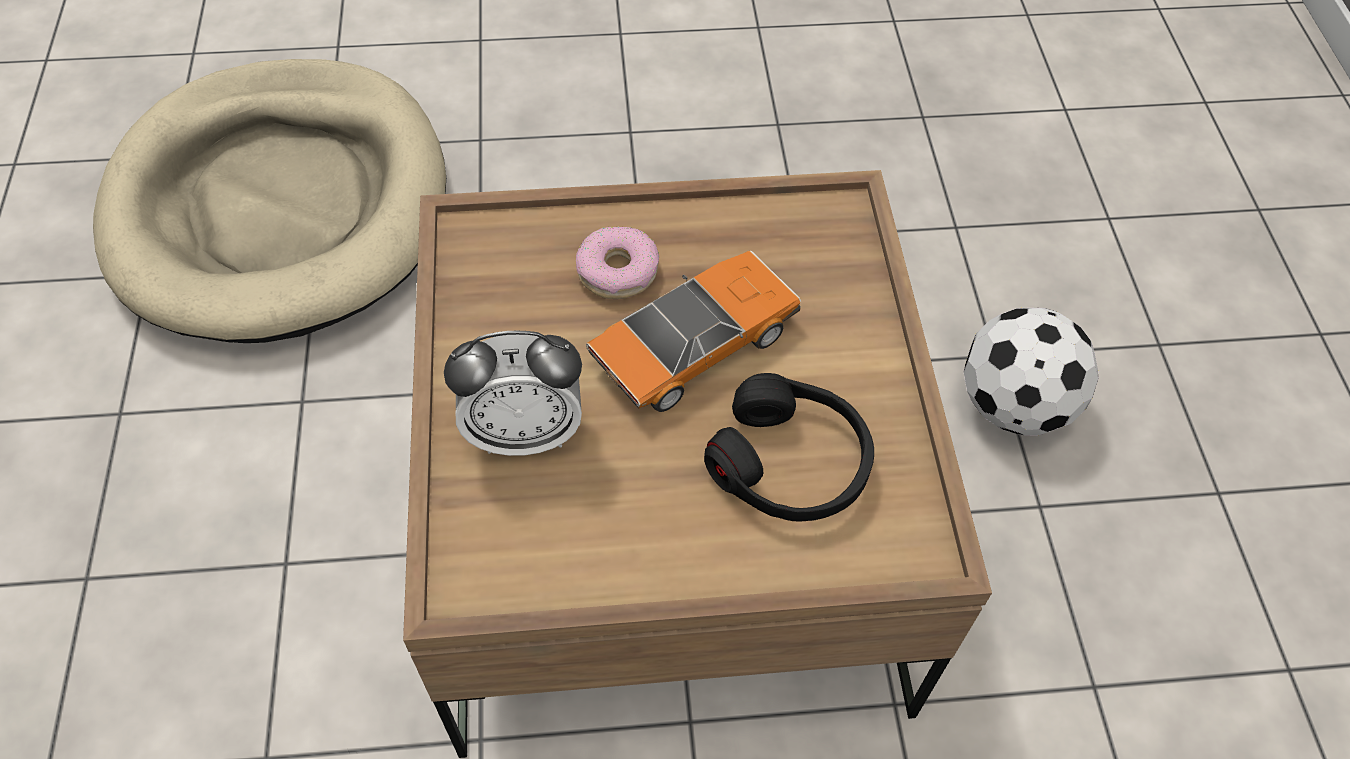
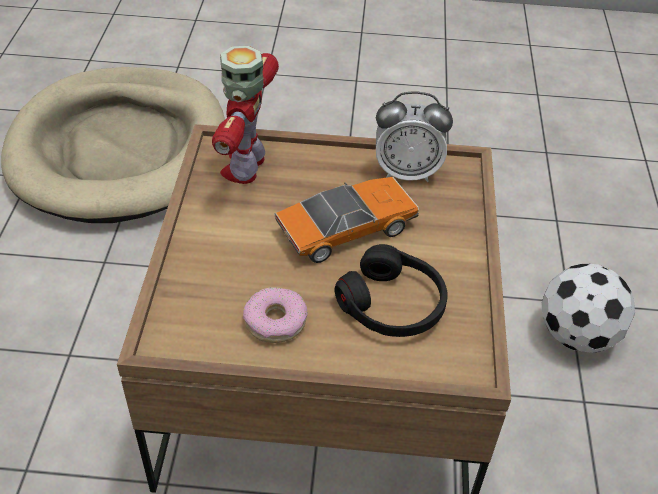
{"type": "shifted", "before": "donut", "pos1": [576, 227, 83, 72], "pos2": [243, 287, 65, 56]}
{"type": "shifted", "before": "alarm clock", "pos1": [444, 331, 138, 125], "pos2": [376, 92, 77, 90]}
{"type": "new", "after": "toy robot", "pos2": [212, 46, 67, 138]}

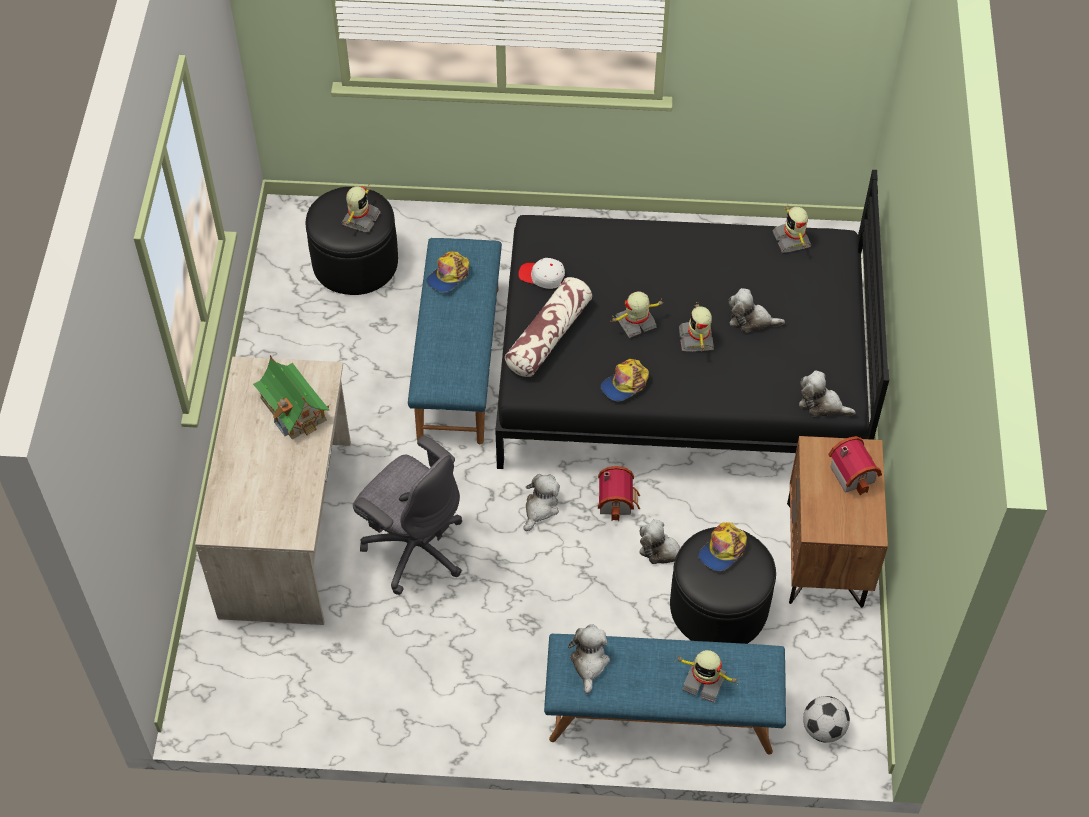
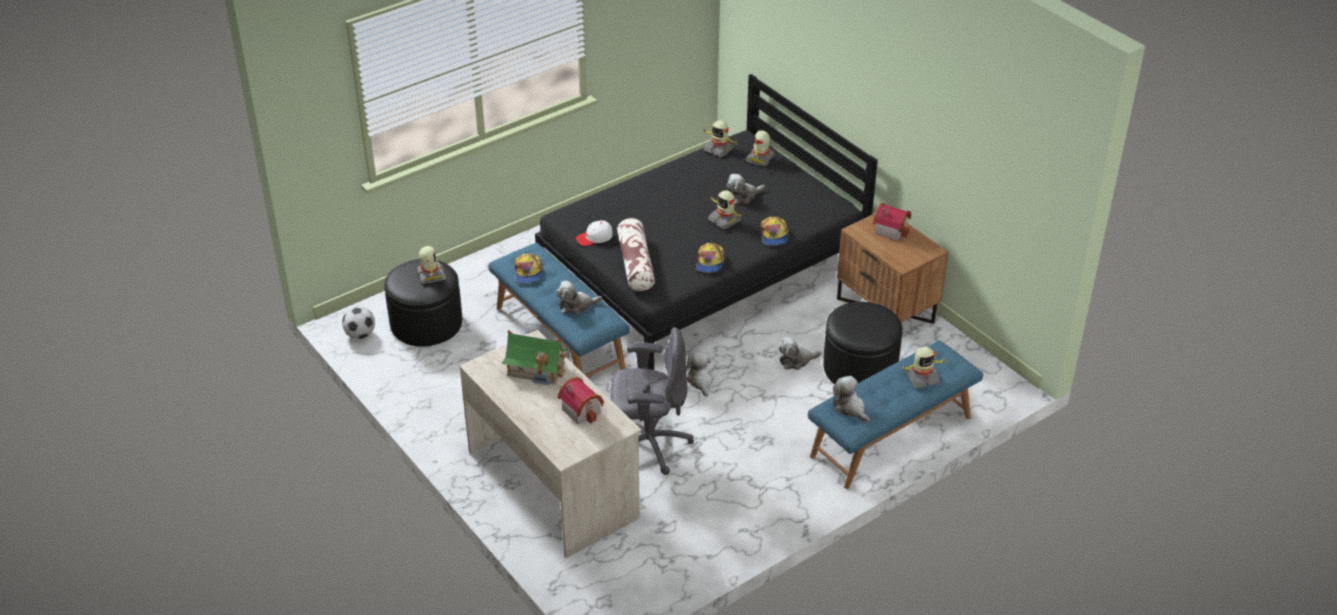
{"type": "shifted", "before": "toy robot", "pos1": [610, 291, 54, 47], "pos2": [745, 131, 29, 35]}
{"type": "shifted", "before": "plush toy", "pos1": [799, 370, 56, 47], "pos2": [556, 281, 46, 34]}
{"type": "shifted", "before": "toy house", "pos1": [598, 466, 42, 55], "pos2": [558, 377, 46, 48]}
{"type": "shifted", "before": "cap", "pos1": [698, 522, 49, 49], "pos2": [760, 217, 29, 29]}
{"type": "shifted", "before": "football", "pos1": [803, 696, 47, 47], "pos2": [342, 307, 33, 32]}

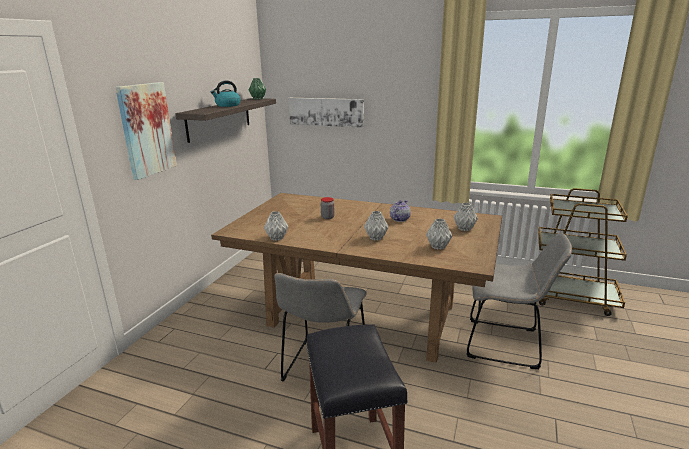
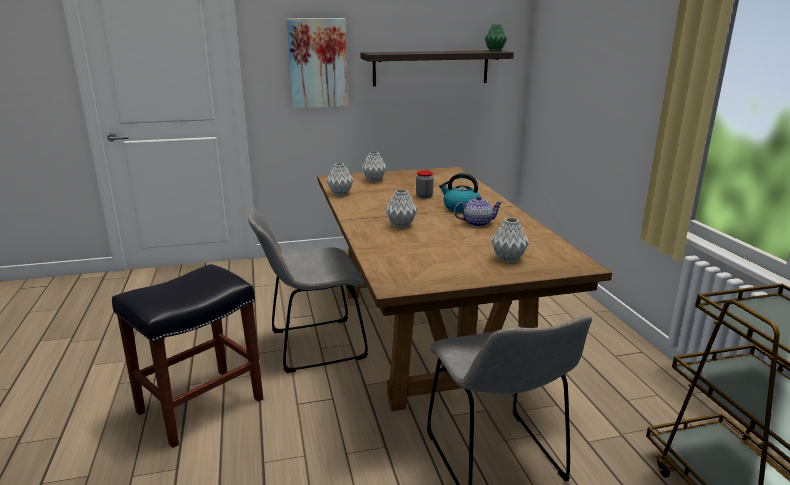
{"type": "shifted", "before": "kettle", "pos1": [211, 81, 30, 26], "pos2": [439, 173, 41, 40]}
{"type": "gone", "before": "picture", "pos1": [289, 98, 75, 30]}
{"type": "shifted", "before": "grey vase", "pos1": [426, 218, 26, 31], "pos2": [362, 152, 25, 30]}

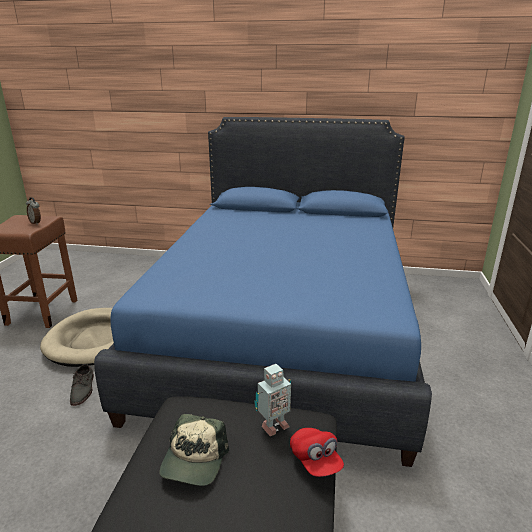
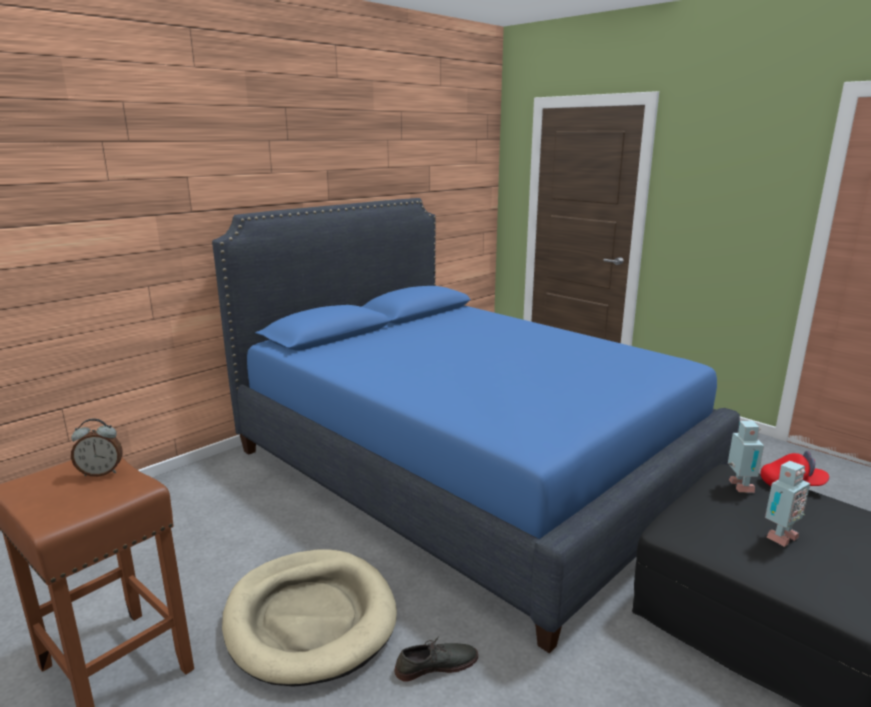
{"type": "rotated", "before": "grey shoe", "pos1": [70, 364, 24, 42], "pos2": [394, 636, 84, 46], "turn": -45}
{"type": "swapped", "before": "cap", "after": "toy robot", "pos1": [159, 414, 70, 72], "pos2": [765, 461, 45, 86]}

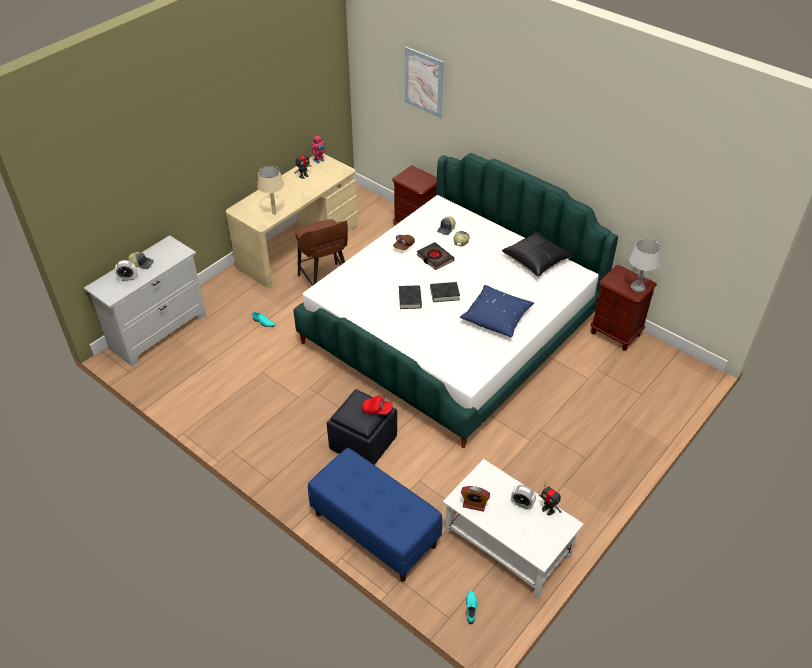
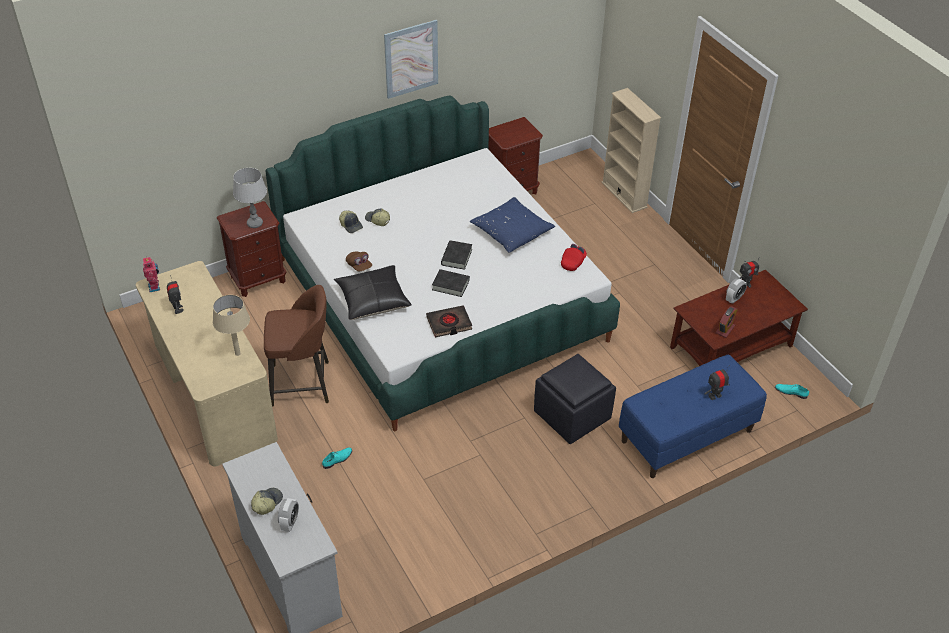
{"type": "shifted", "before": "picture", "pos1": [405, 47, 39, 71], "pos2": [384, 20, 54, 79]}
{"type": "shifted", "before": "black pillow", "pos1": [502, 231, 71, 46], "pos2": [334, 265, 77, 55]}
{"type": "shifted", "before": "grey table lamp", "pos1": [629, 239, 32, 53], "pos2": [233, 168, 34, 60]}
{"type": "shifted", "before": "black book", "pos1": [417, 242, 37, 28], "pos2": [426, 305, 46, 32]}
{"type": "shifted", "before": "red cap", "pos1": [362, 395, 31, 20], "pos2": [561, 244, 26, 27]}
{"type": "repainted", "before": "white coffee table", "after": "brown coffee table", "pos1": [443, 459, 141, 140], "pos2": [670, 270, 138, 96]}
{"type": "new", "after": "beige bookcase", "pos2": [601, 88, 60, 125]}
{"type": "new", "after": "toy robot", "pos2": [704, 365, 26, 35]}

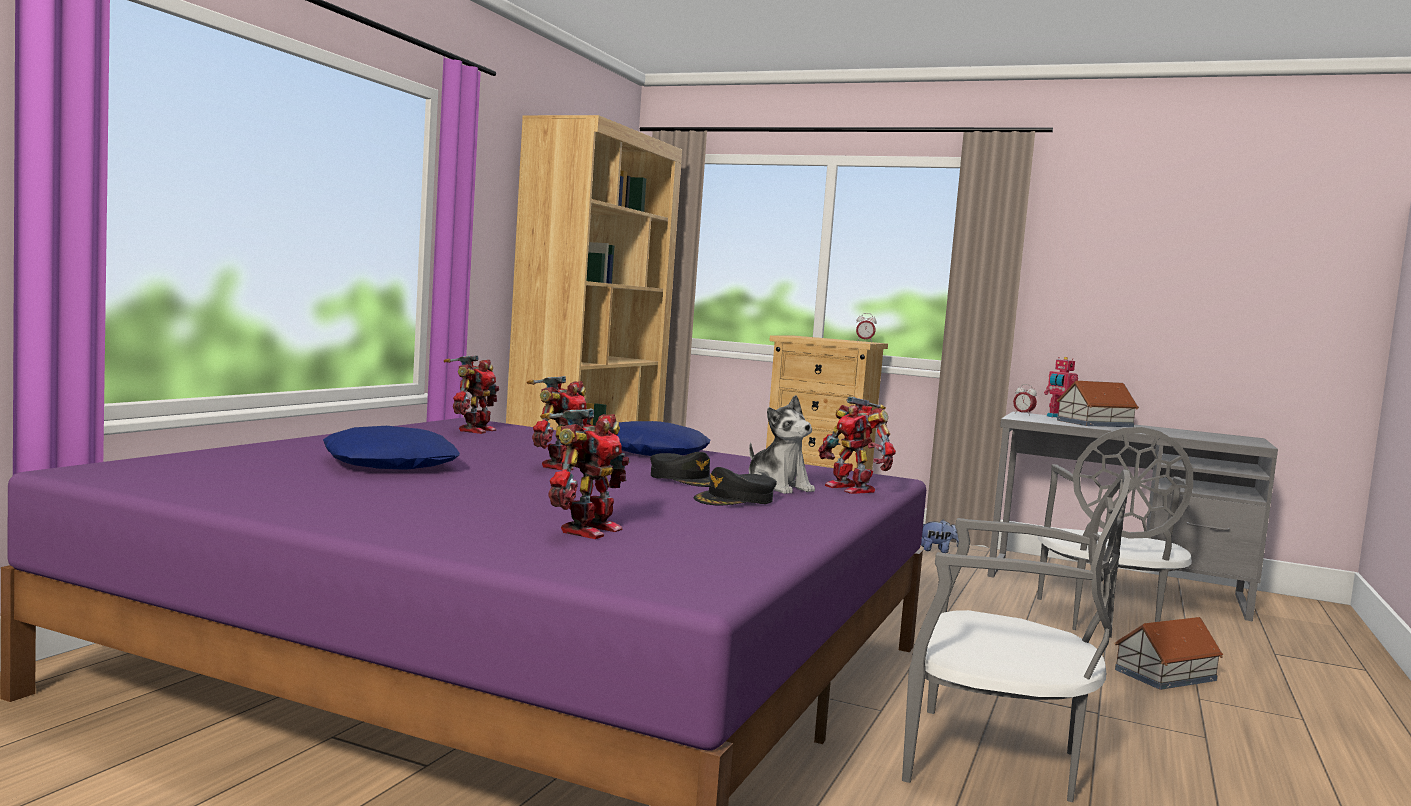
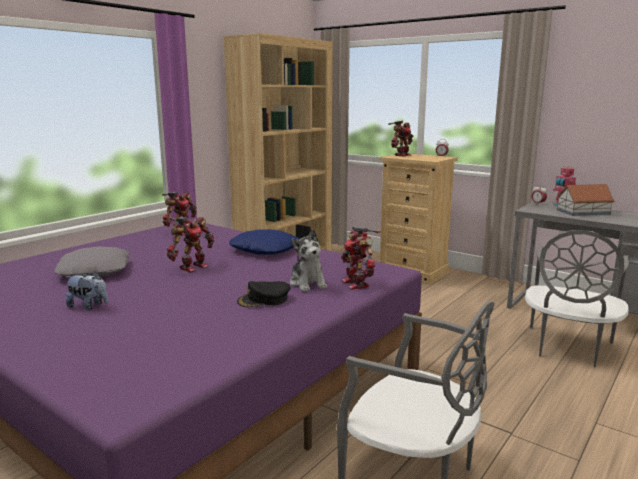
{"type": "shifted", "before": "toy robot", "pos1": [540, 408, 90, 131], "pos2": [388, 121, 26, 36]}
{"type": "repainted", "before": "blue pillow", "after": "grey pillow", "pos1": [323, 426, 137, 44], "pos2": [54, 247, 75, 30]}
{"type": "gone", "before": "black cap", "pos1": [650, 452, 61, 35]}
{"type": "shifted", "before": "plush toy", "pos1": [921, 520, 38, 33], "pos2": [65, 271, 43, 39]}
{"type": "gone", "before": "toy house", "pos1": [1114, 617, 110, 73]}

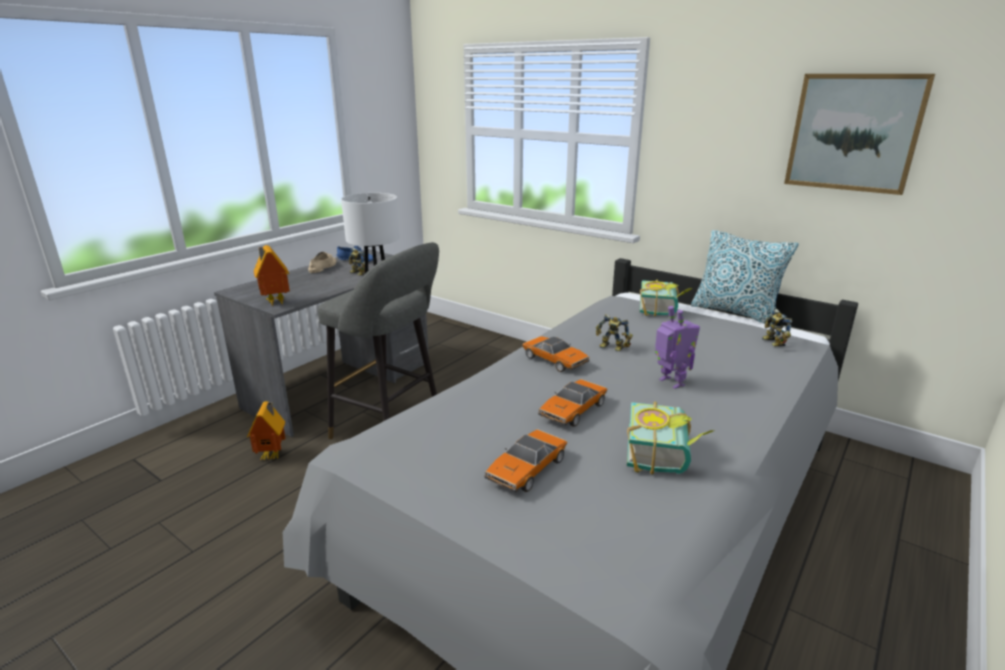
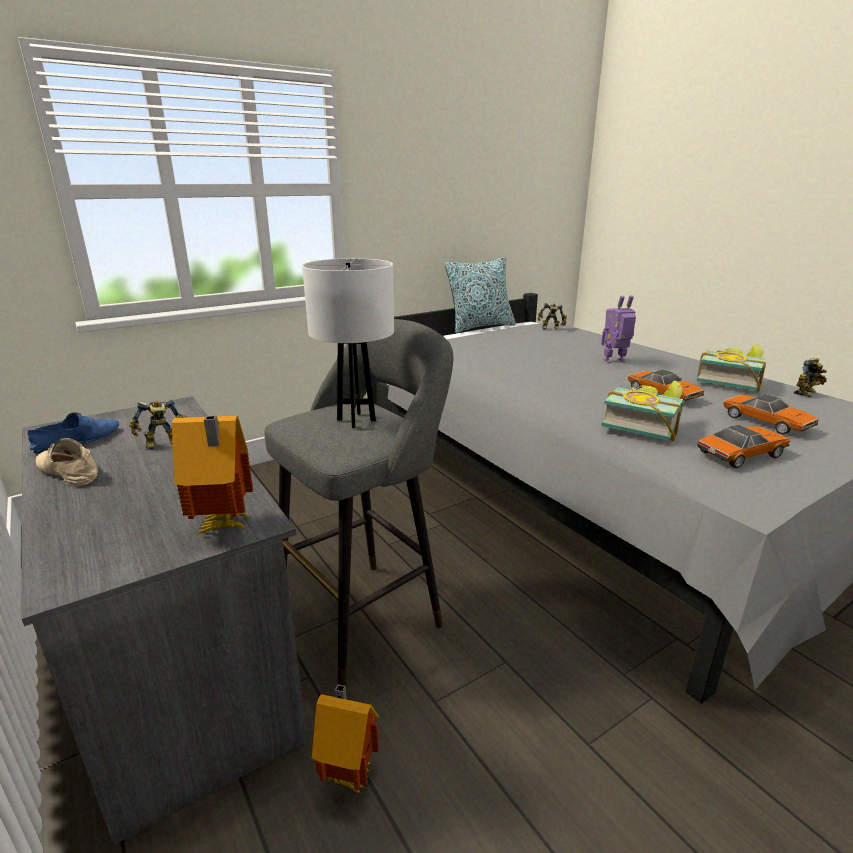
{"type": "gone", "before": "picture", "pos1": [784, 74, 151, 121]}
{"type": "shifted", "before": "book", "pos1": [640, 280, 53, 36], "pos2": [601, 381, 82, 60]}
{"type": "shifted", "before": "toy robot", "pos1": [596, 314, 37, 37], "pos2": [794, 358, 33, 39]}
{"type": "shifted", "before": "toy car", "pos1": [522, 336, 68, 36], "pos2": [697, 425, 94, 43]}

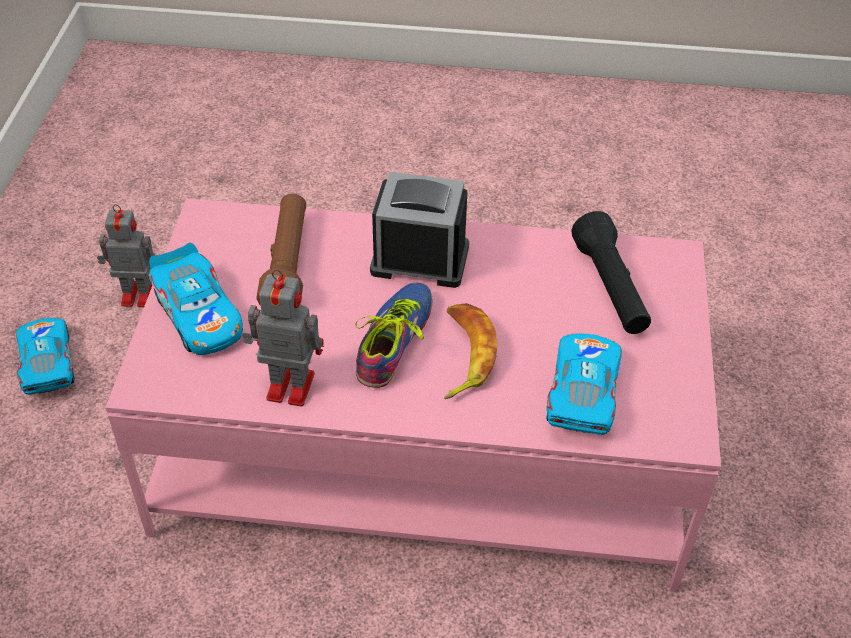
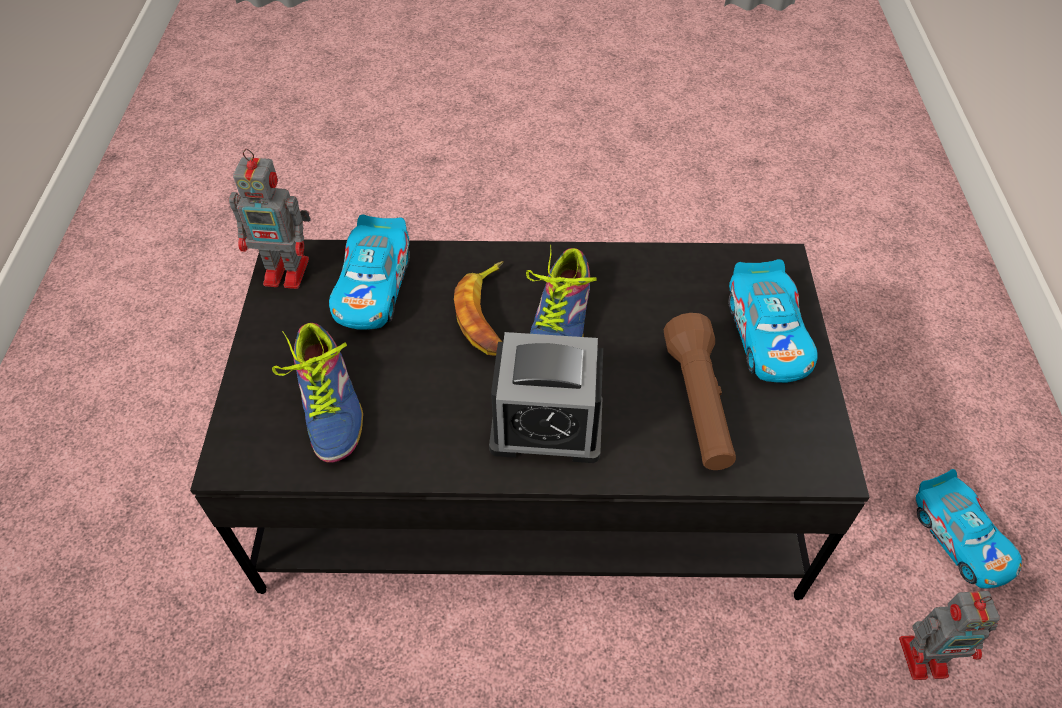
{"type": "repainted", "before": "pink coffee table", "after": "black coffee table", "pos1": [105, 198, 616, 394], "pos2": [190, 240, 680, 360]}
{"type": "swapped", "before": "black flashlight", "after": "shoe", "pos1": [571, 211, 80, 123], "pos2": [272, 323, 91, 140]}
{"type": "rotated", "before": "toy car", "pos1": [149, 243, 94, 112], "pos2": [729, 259, 89, 124], "turn": -150}
{"type": "shifted", "before": "toy robot", "pos1": [242, 269, 82, 137], "pos2": [229, 149, 82, 140]}

